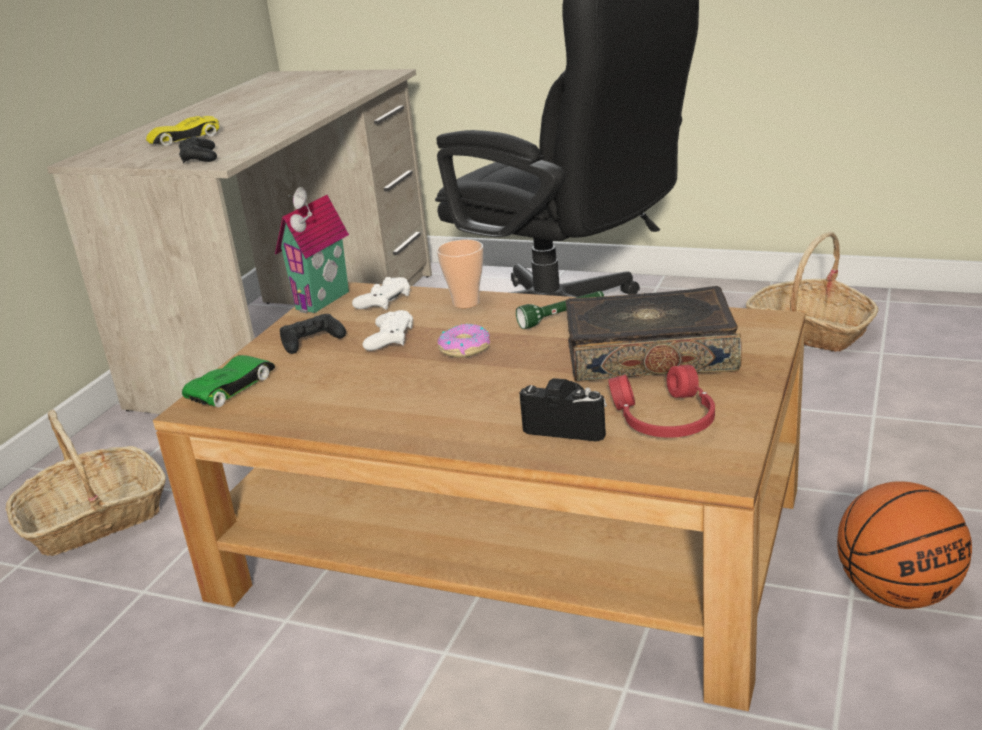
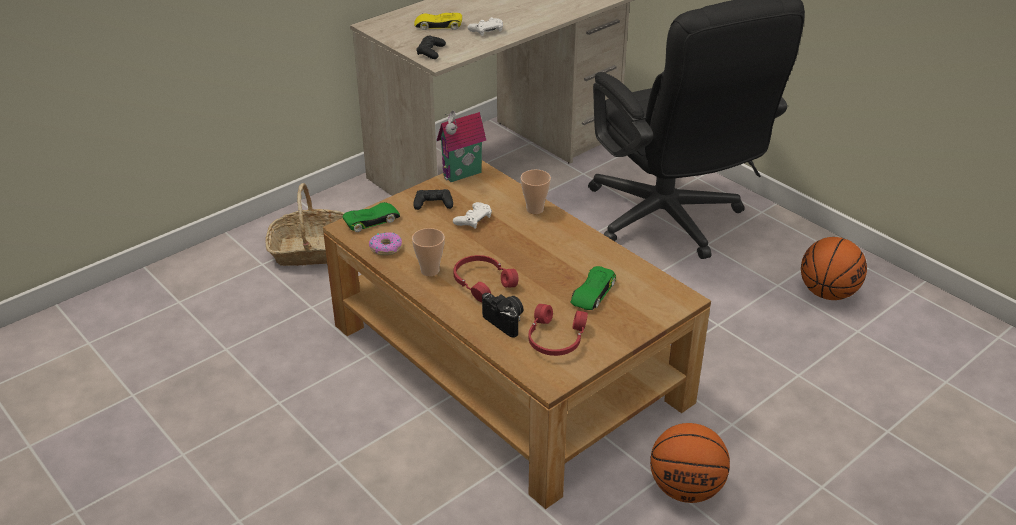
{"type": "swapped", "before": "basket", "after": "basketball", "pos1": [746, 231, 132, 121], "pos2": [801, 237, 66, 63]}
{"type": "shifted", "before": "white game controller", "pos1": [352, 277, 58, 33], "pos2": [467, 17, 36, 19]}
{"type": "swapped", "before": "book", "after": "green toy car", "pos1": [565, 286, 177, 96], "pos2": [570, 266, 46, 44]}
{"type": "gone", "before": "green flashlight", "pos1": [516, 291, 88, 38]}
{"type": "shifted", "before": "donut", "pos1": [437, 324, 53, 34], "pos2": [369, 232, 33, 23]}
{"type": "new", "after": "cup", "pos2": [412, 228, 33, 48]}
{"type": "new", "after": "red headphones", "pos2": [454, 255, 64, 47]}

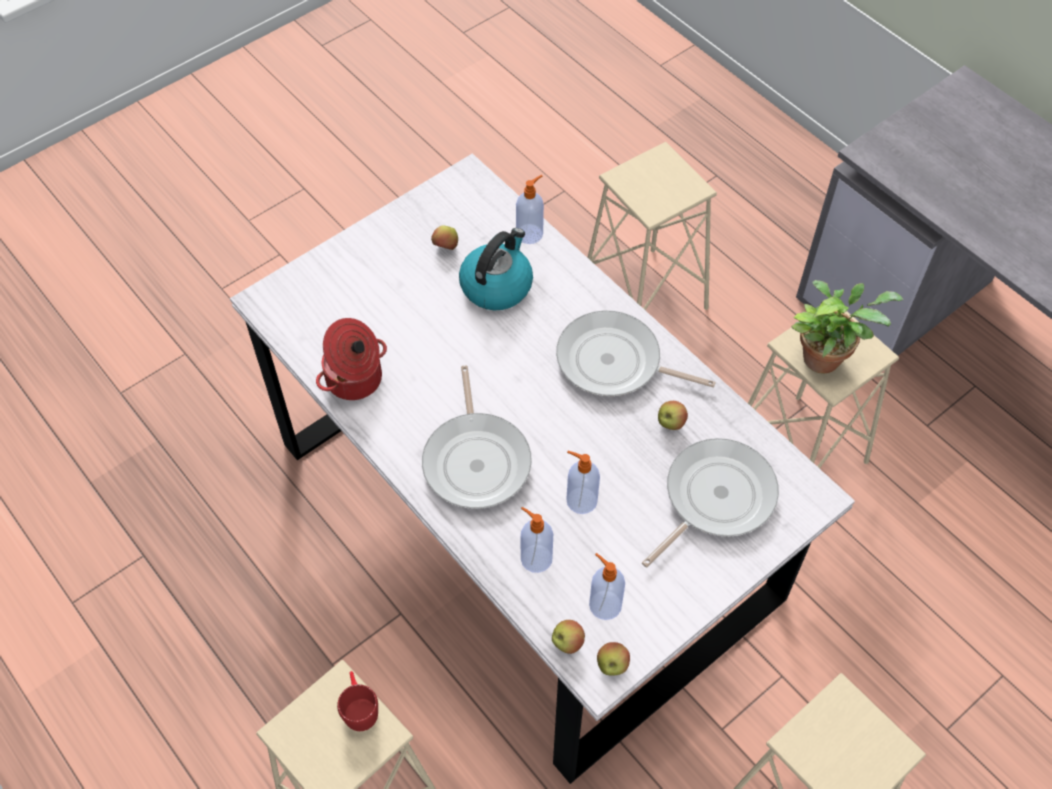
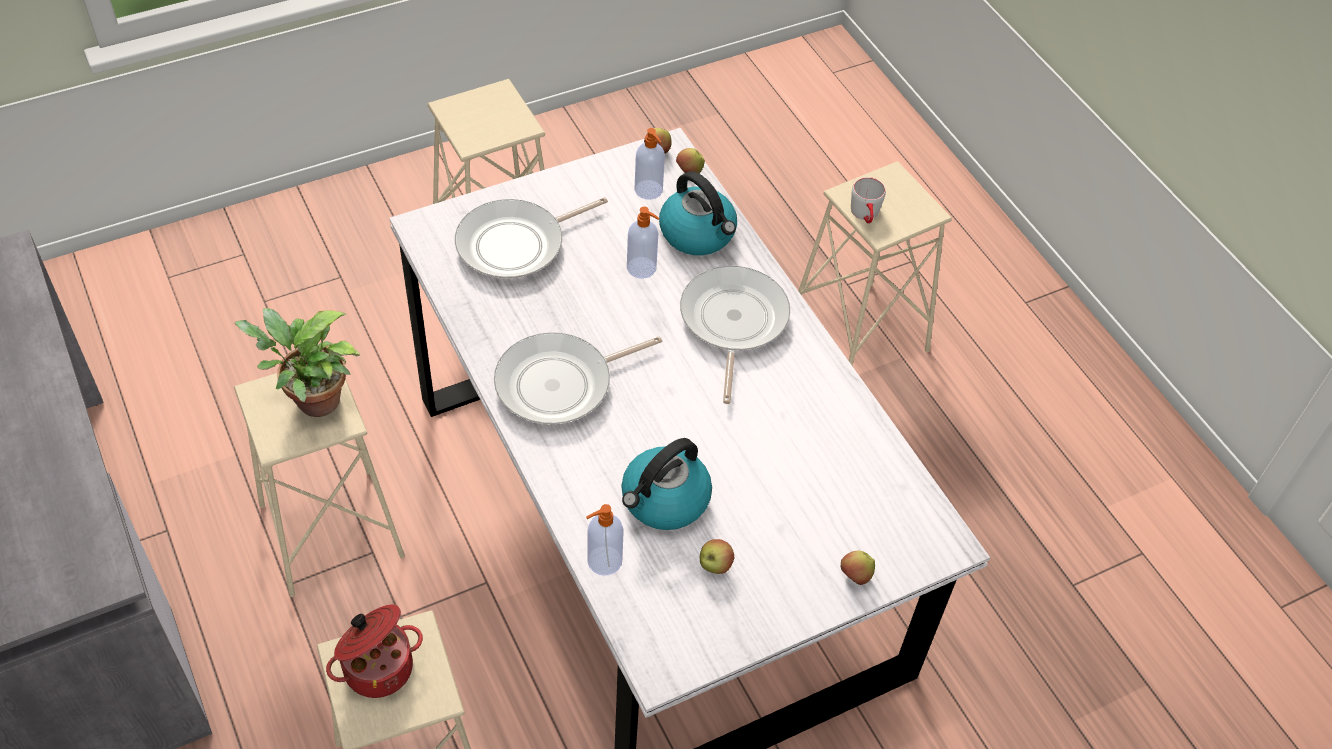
{"type": "rotated", "before": "frying pan", "pos1": [556, 310, 160, 86], "pos2": [494, 332, 168, 93], "turn": 120}
{"type": "shifted", "before": "cooking pot", "pos1": [316, 318, 71, 82], "pos2": [326, 604, 97, 94]}
{"type": "shifted", "before": "apple", "pos1": [658, 401, 30, 29], "pos2": [841, 551, 34, 34]}
{"type": "swapped", "before": "soap dispenser", "after": "kettle", "pos1": [521, 507, 32, 66], "pos2": [659, 171, 78, 84]}
{"type": "repainted", "before": "red mug", "after": "grey mug", "pos1": [337, 671, 41, 60], "pos2": [851, 177, 35, 47]}

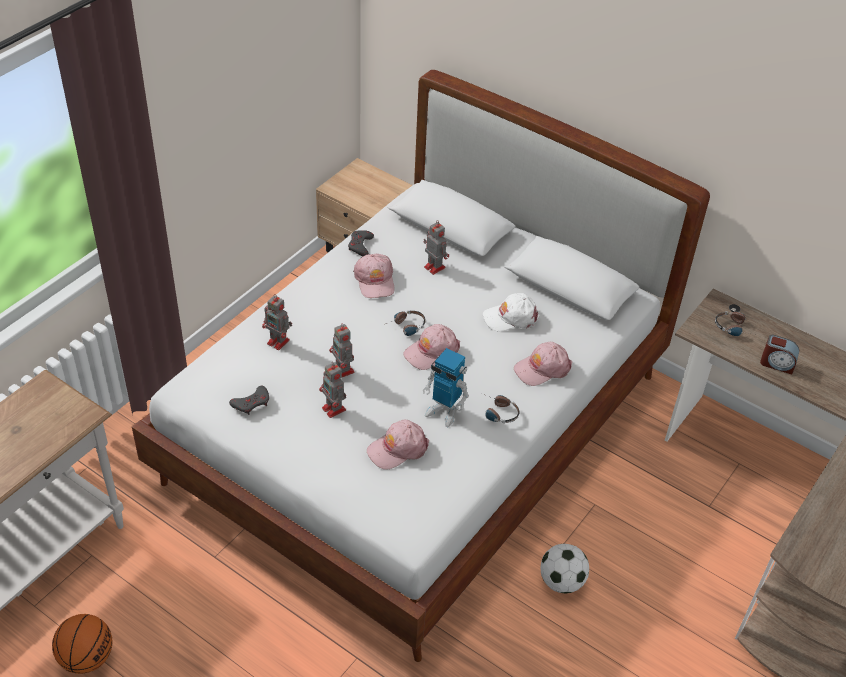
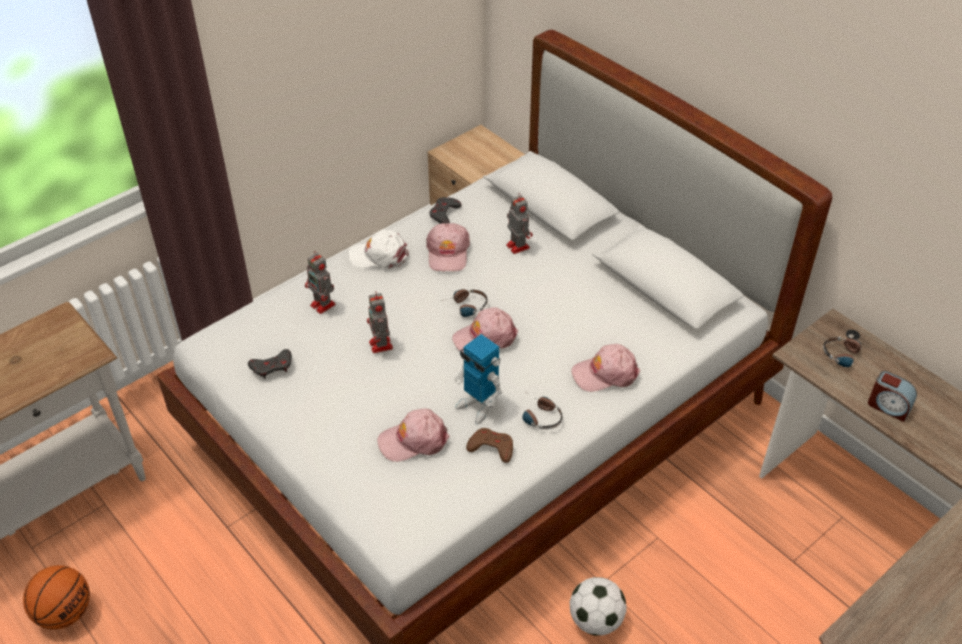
{"type": "shifted", "before": "white cap", "pos1": [483, 293, 57, 38], "pos2": [348, 230, 61, 39]}
{"type": "gone", "before": "toy robot", "pos1": [319, 362, 27, 56]}
{"type": "new", "after": "brown game controller", "pos2": [466, 428, 47, 35]}

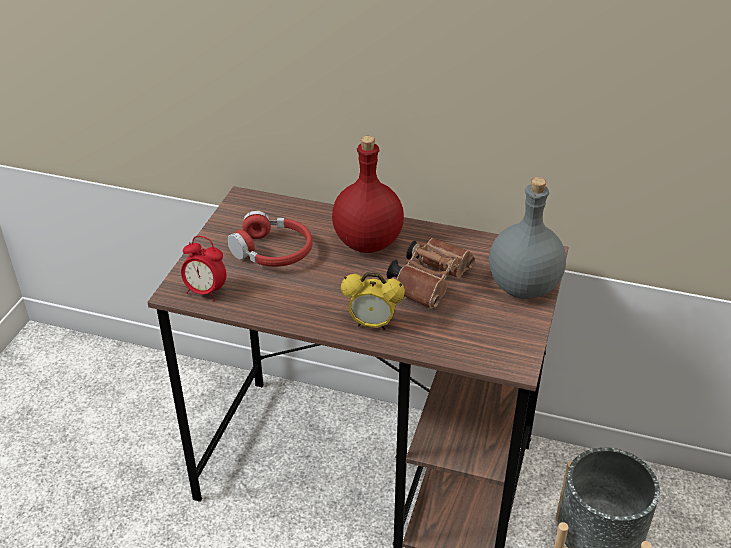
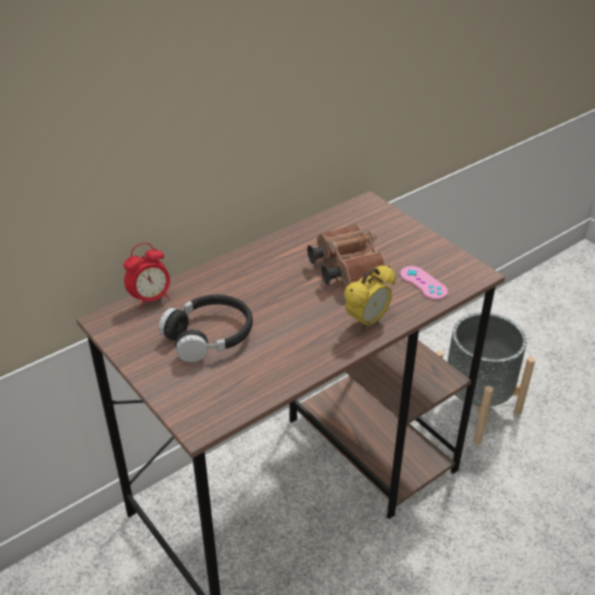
{"type": "gone", "before": "red bottle", "pos1": [332, 136, 72, 117]}
{"type": "gone", "before": "grey bottle", "pos1": [489, 177, 77, 122]}
{"type": "repainted", "before": "red headphones", "after": "black headphones", "pos1": [227, 211, 86, 56], "pos2": [158, 295, 95, 67]}
{"type": "shifted", "before": "alarm clock", "pos1": [181, 236, 45, 65], "pos2": [123, 243, 47, 67]}
{"type": "new", "after": "pink game controller", "pos2": [400, 266, 48, 34]}

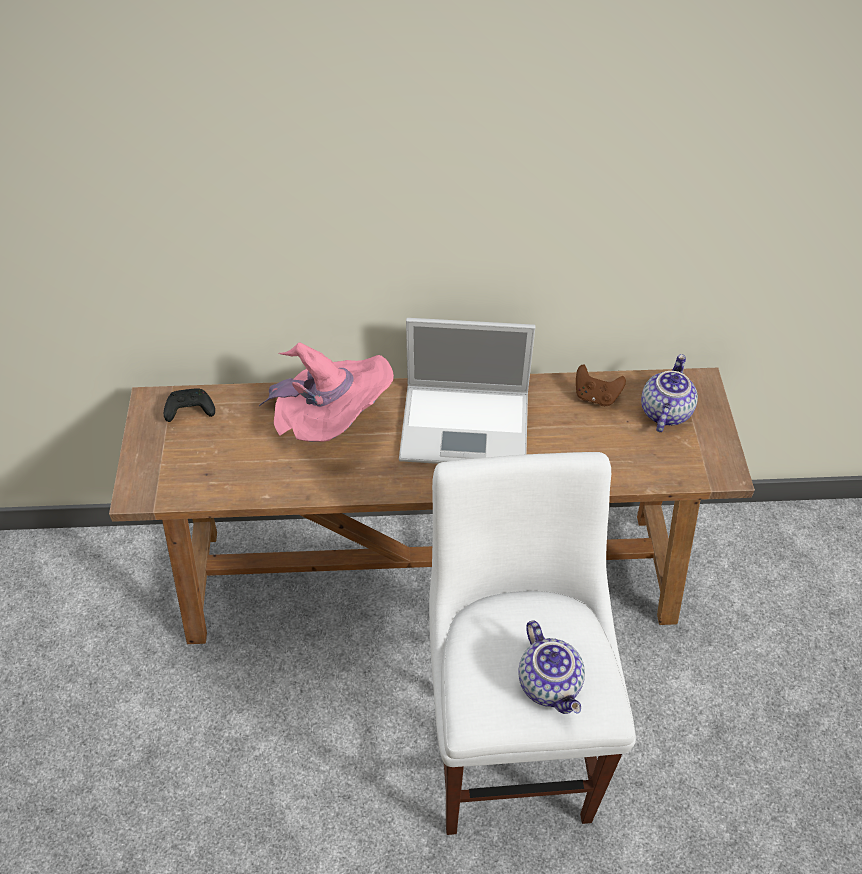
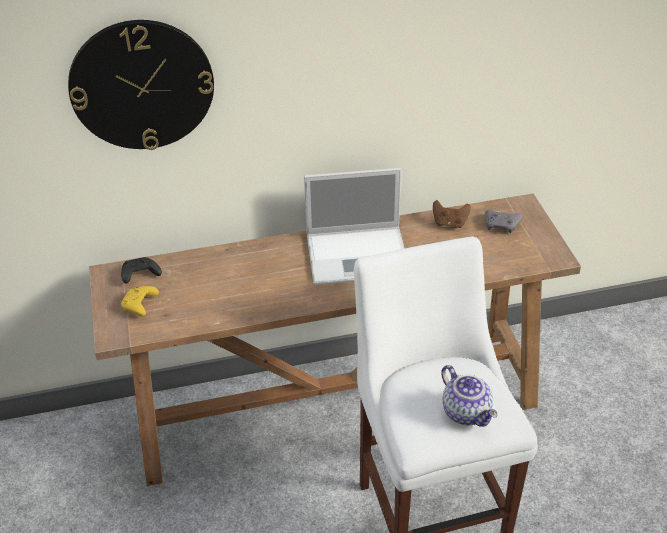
{"type": "gone", "before": "pink hat", "pos1": [259, 343, 135, 99]}
{"type": "swapped", "before": "teapot", "after": "grey game controller", "pos1": [641, 354, 57, 78], "pos2": [485, 210, 38, 23]}
{"type": "new", "after": "wall clock", "pos2": [68, 20, 146, 130]}
{"type": "new", "after": "yellow game controller", "pos2": [121, 286, 38, 30]}

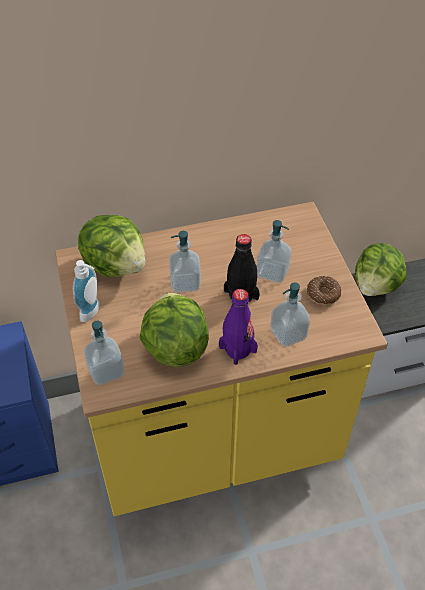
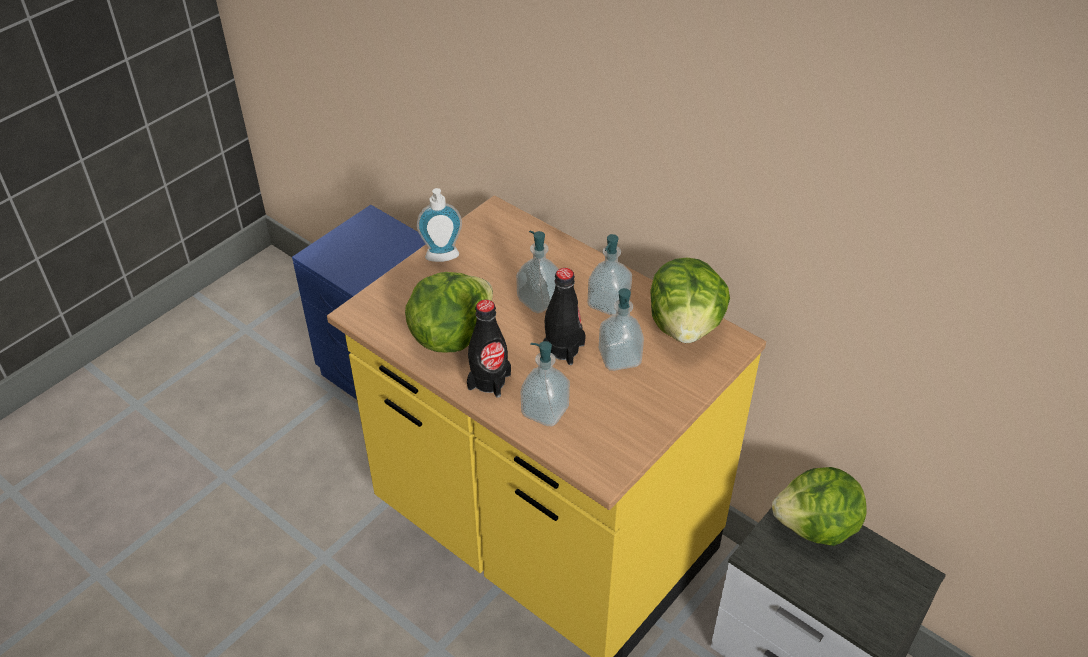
{"type": "shifted", "before": "lettuce", "pos1": [78, 215, 67, 62], "pos2": [650, 258, 80, 85]}
{"type": "gone", "before": "donut", "pos1": [307, 276, 34, 29]}
{"type": "repainted", "before": "purple bottle", "after": "black bottle", "pos1": [219, 289, 39, 76], "pos2": [467, 300, 44, 98]}
{"type": "shifted", "before": "soap dispenser", "pos1": [84, 321, 41, 64], "pos2": [588, 234, 44, 82]}

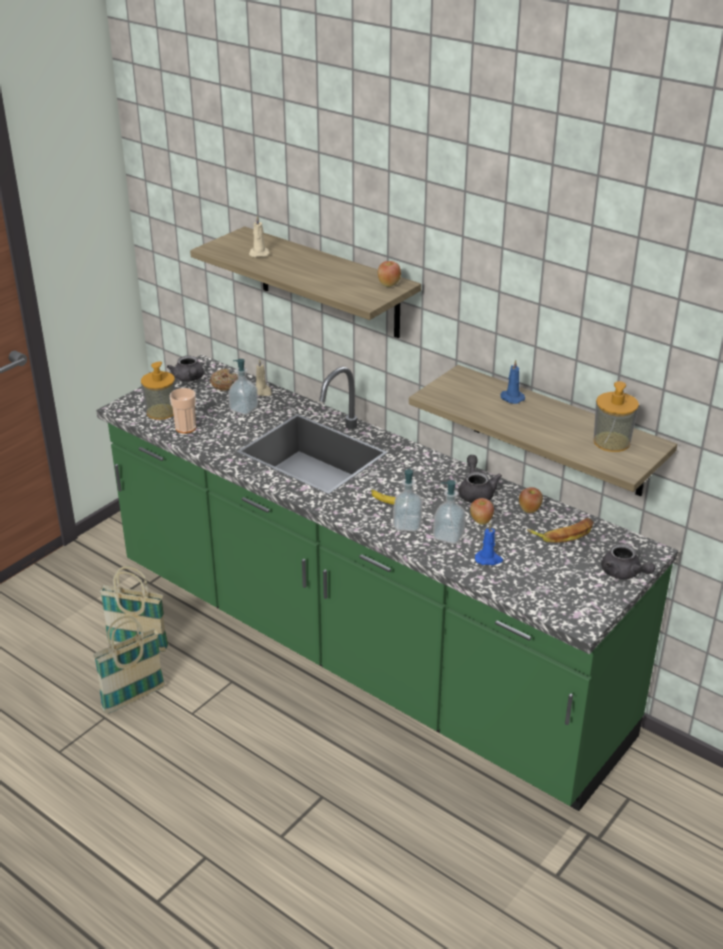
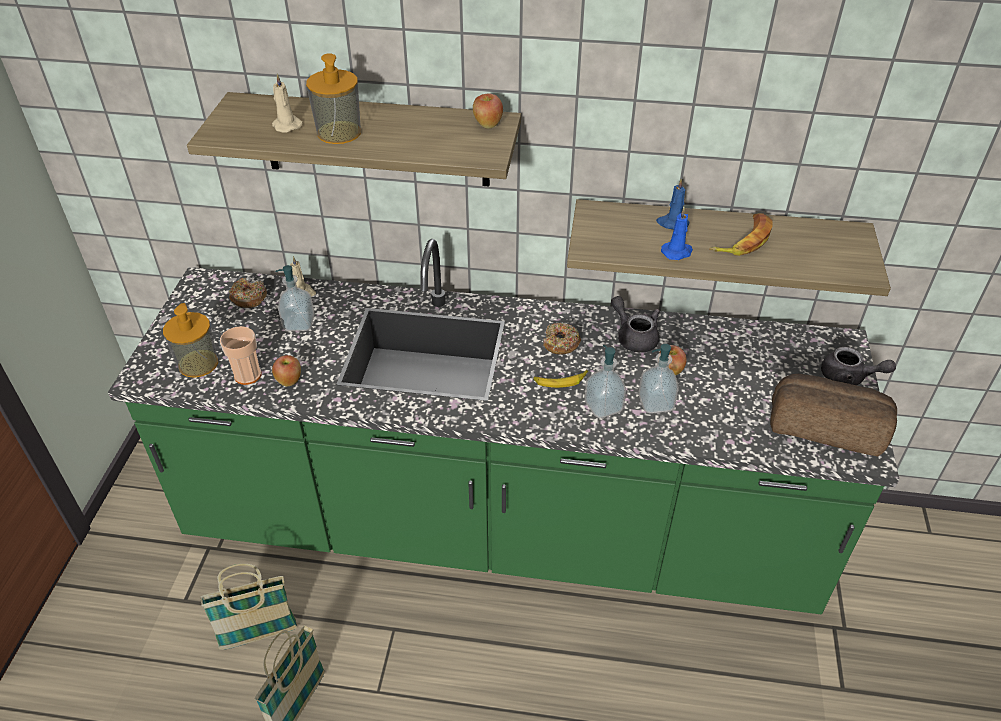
{"type": "gone", "before": "grey teapot", "pos1": [167, 356, 37, 26]}
{"type": "shifted", "before": "soap dispenser", "pos1": [594, 381, 45, 71], "pos2": [306, 53, 55, 91]}
{"type": "shifted", "before": "apple", "pos1": [519, 487, 24, 26], "pos2": [272, 355, 29, 31]}
{"type": "shifted", "before": "banana", "pos1": [527, 518, 67, 25], "pos2": [709, 213, 64, 43]}
{"type": "shifted", "before": "blue candle", "pos1": [475, 523, 28, 42], "pos2": [661, 206, 32, 54]}
{"type": "new", "after": "donut", "pos2": [543, 323, 38, 31]}
{"type": "new", "after": "bread", "pos2": [770, 374, 127, 83]}

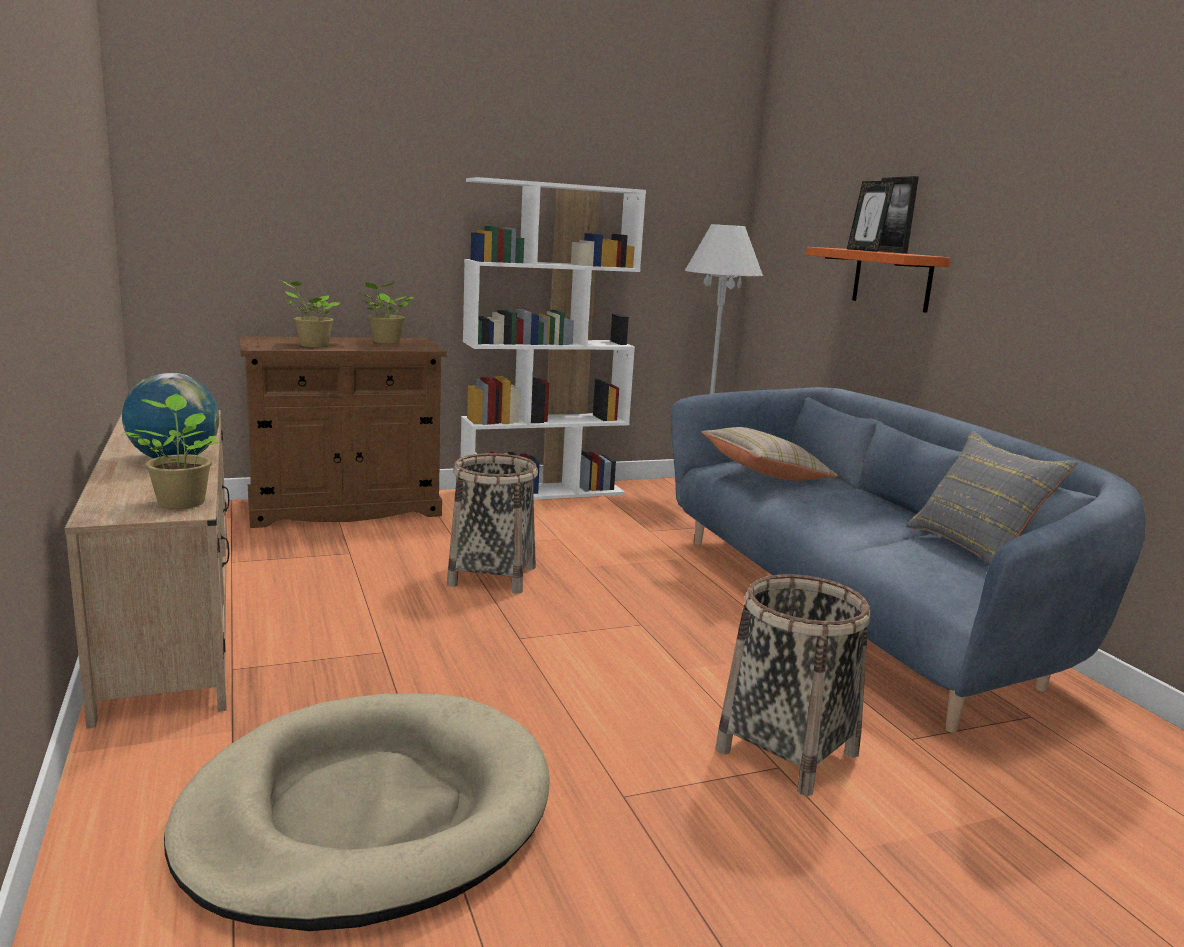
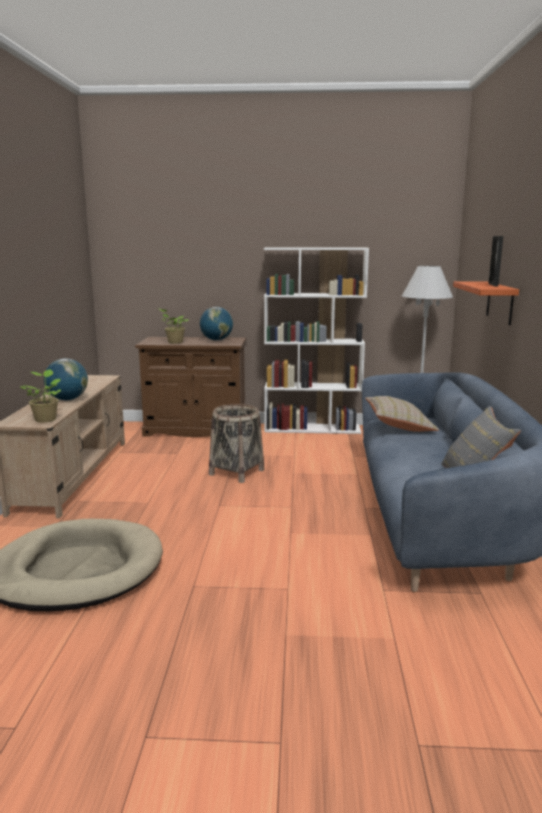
{"type": "gone", "before": "picture frame", "pos1": [847, 181, 48, 71]}
{"type": "swapped", "before": "potted plant", "after": "globe", "pos1": [359, 282, 54, 62], "pos2": [200, 307, 33, 34]}
{"type": "gone", "before": "basket", "pos1": [715, 574, 156, 222]}

